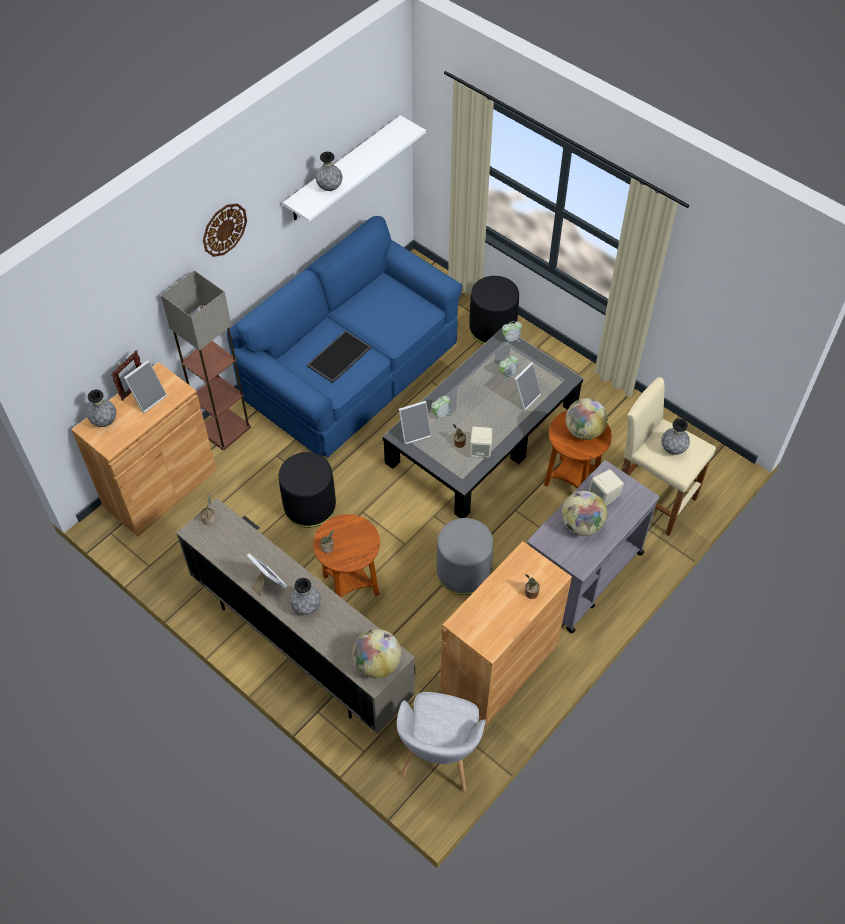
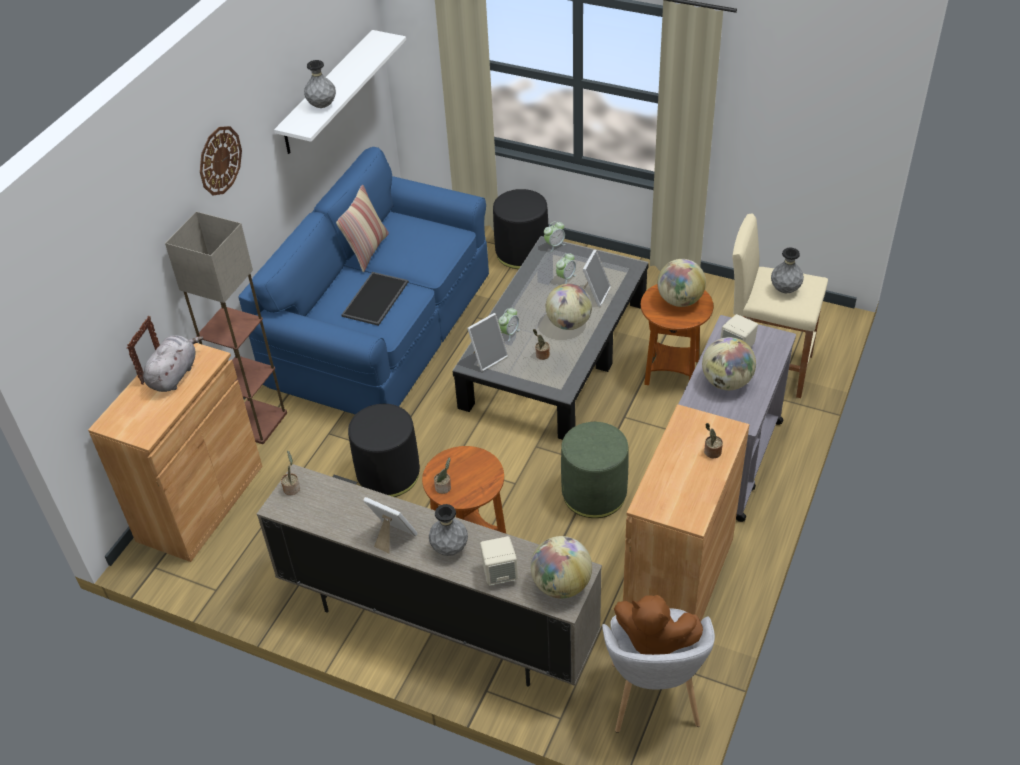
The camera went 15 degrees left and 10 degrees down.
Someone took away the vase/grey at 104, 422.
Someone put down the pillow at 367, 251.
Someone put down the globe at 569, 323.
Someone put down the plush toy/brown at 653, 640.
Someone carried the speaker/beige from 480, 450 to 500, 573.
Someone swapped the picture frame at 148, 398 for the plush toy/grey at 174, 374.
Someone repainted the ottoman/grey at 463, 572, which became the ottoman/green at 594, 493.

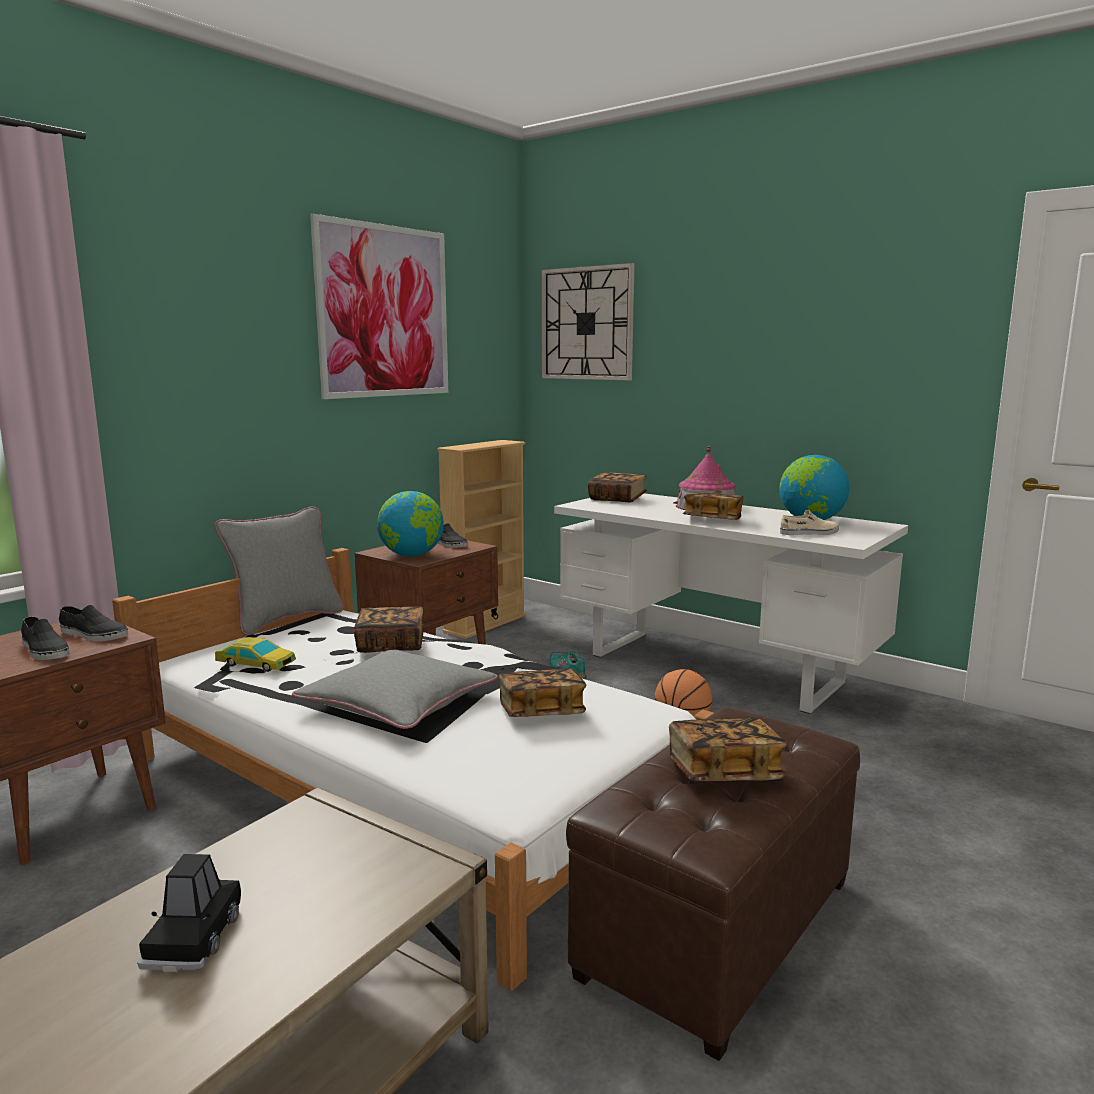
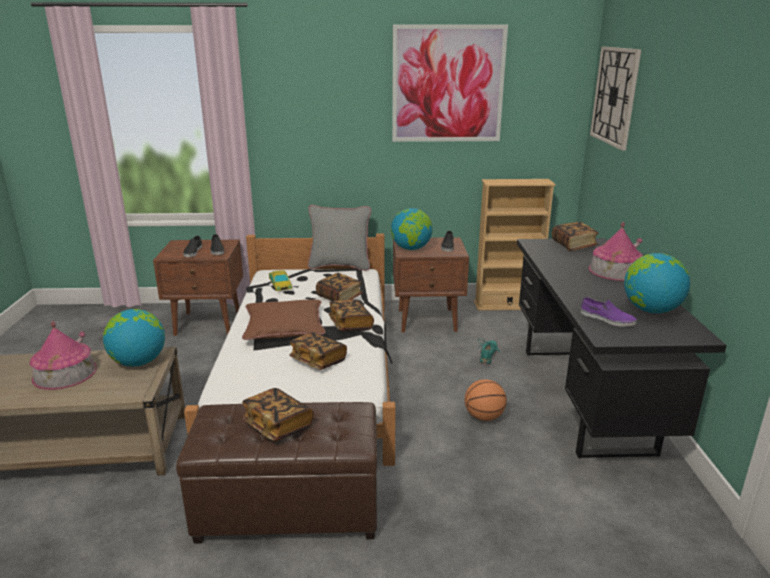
The camera went 50 degrees right and 10 degrees up.
Someone put down the globe at 139, 362.
Someone carried the book from 712, 520 to 350, 324.
Someone swapped the toy car/black at 194, 937 for the toy house at 65, 373.
Someone repainted the pillow/grey at 398, 702, which became the pillow/brown at 284, 327.
Someone repainted the desk/white at 715, 668, which became the desk/black at 585, 397.
Someone repainted the shoe/beige at 810, 533, which became the shoe/purple at 607, 319.

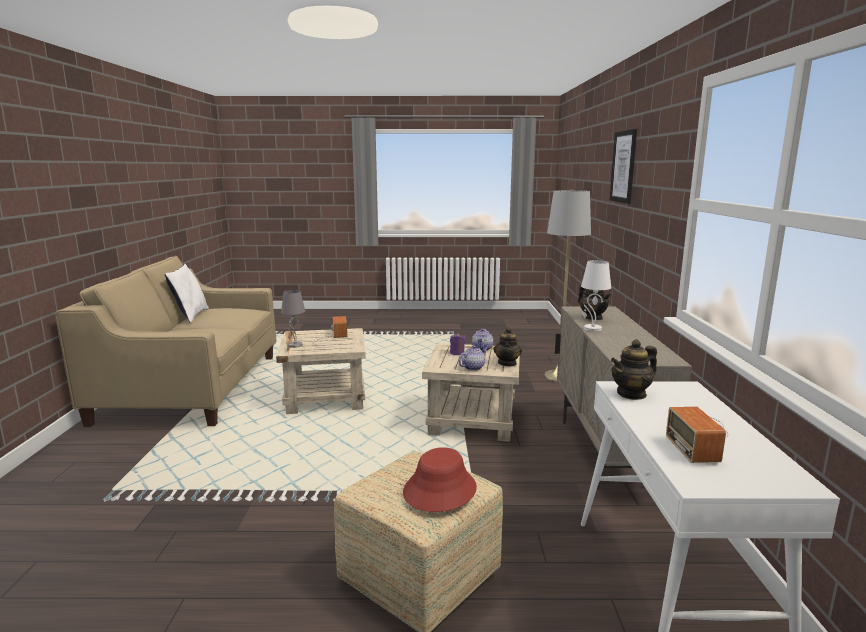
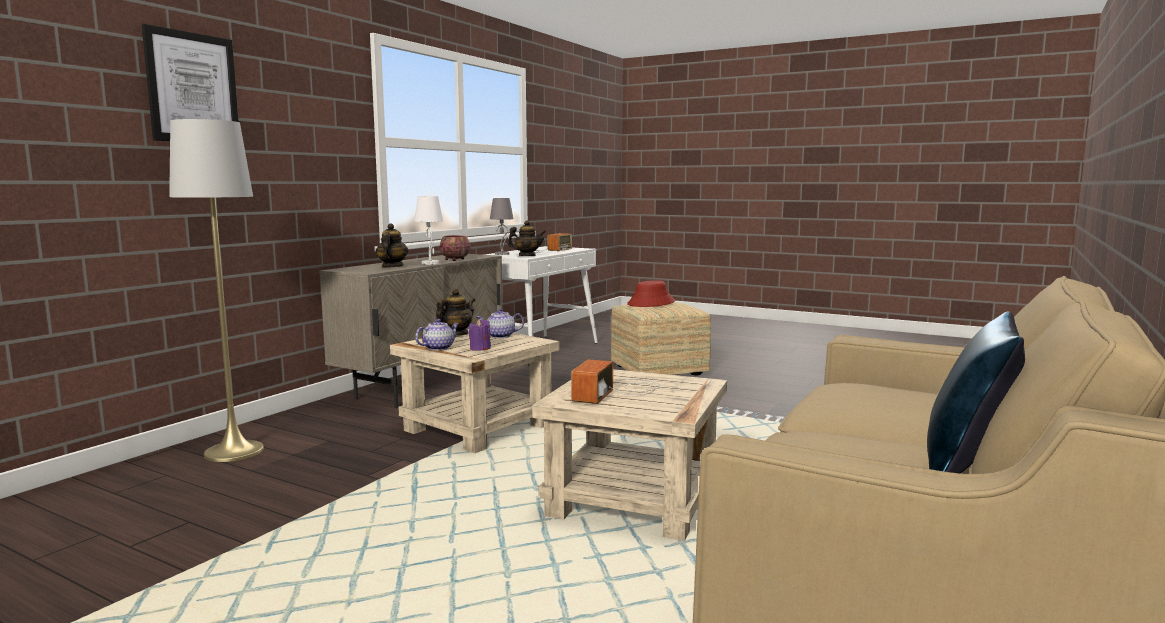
The camera went 150 degrees left and 5 degrees down.
Someone put down the bowl at 454, 260.
Someone carried the table lamp/grey from 295, 345 to 502, 254.
Someone repainted the pillow/white at 190, 316, which became the pillow/blue at 966, 473.

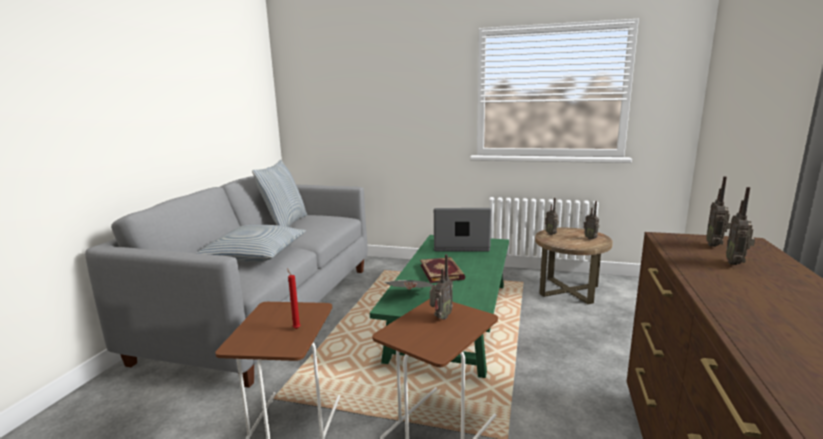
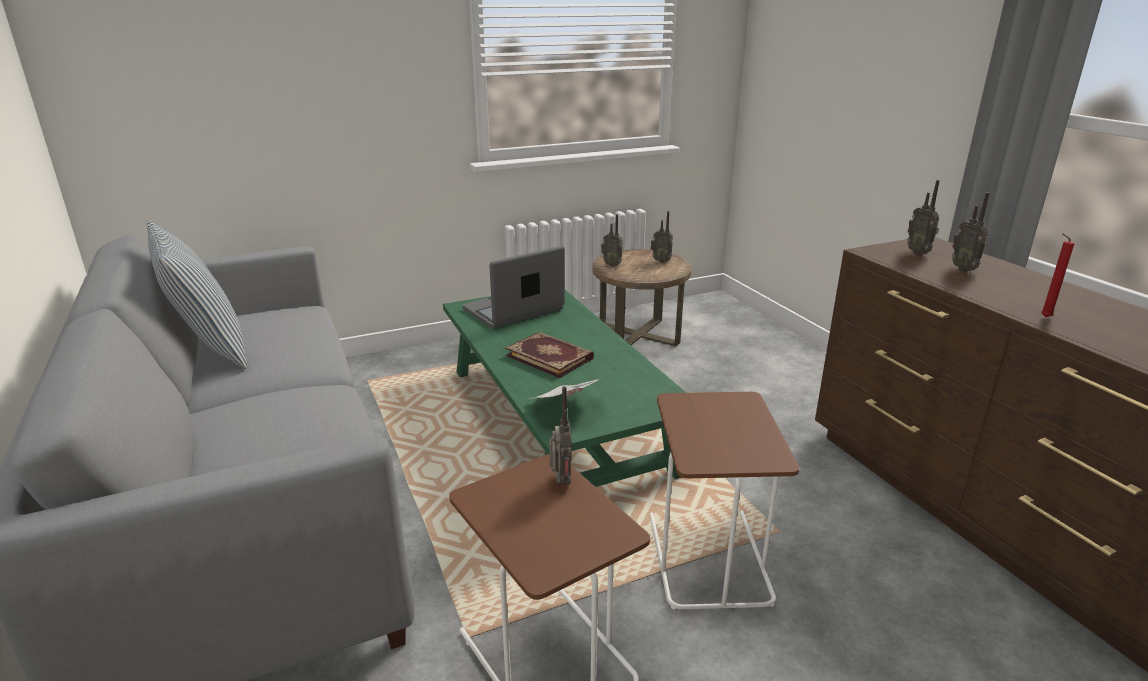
The camera went 40 degrees left and 10 degrees up.
Someone took away the pillow at 254, 254.
Someone carried the candle/red from 296, 328 to 1043, 317.
Someone carried the radio from 440, 317 to 560, 482.

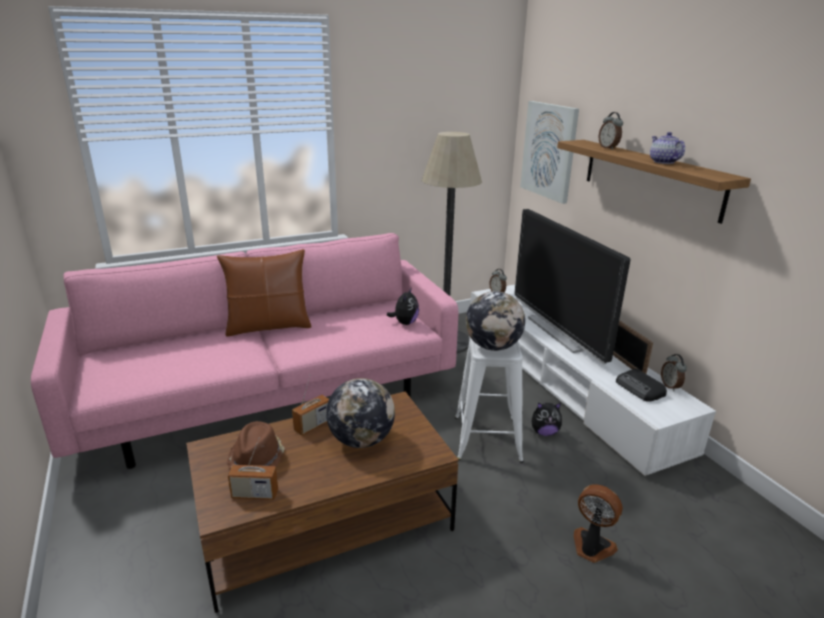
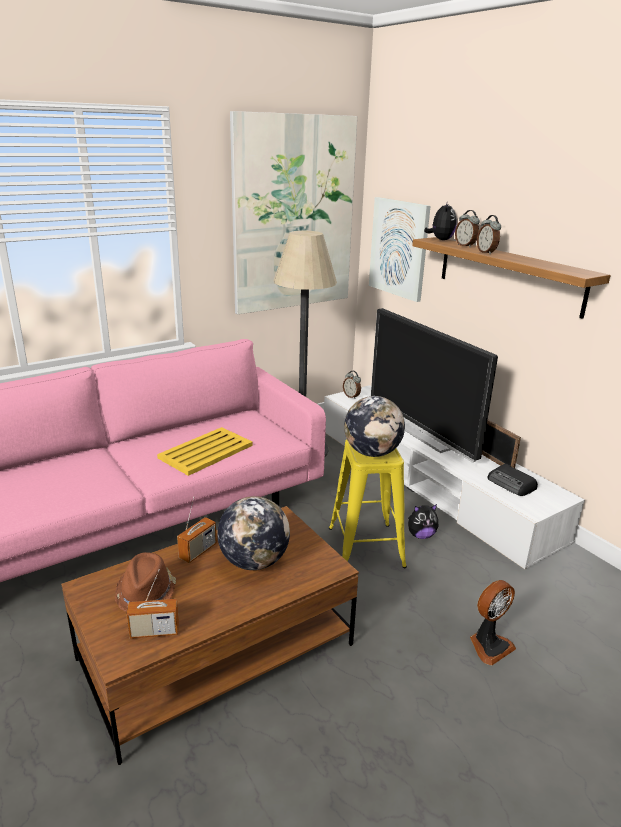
The camera went 10 degrees left and 0 degrees up.
Someone took away the pillow/brown at 269, 327.
Someone took away the teapot at 663, 162.
Someone put down the tray/yellow at 205, 452.
Someone put up the picture at 294, 215.
Someone carried the plush toy from 405, 323 to 440, 240.
Someone carried the alarm clock from 670, 386 to 486, 252.
Someone repainted the stool/white at 487, 438, which became the stool/yellow at 366, 547.
Someone rotated the fan at 591, 547 by 120 degrees clockwise.

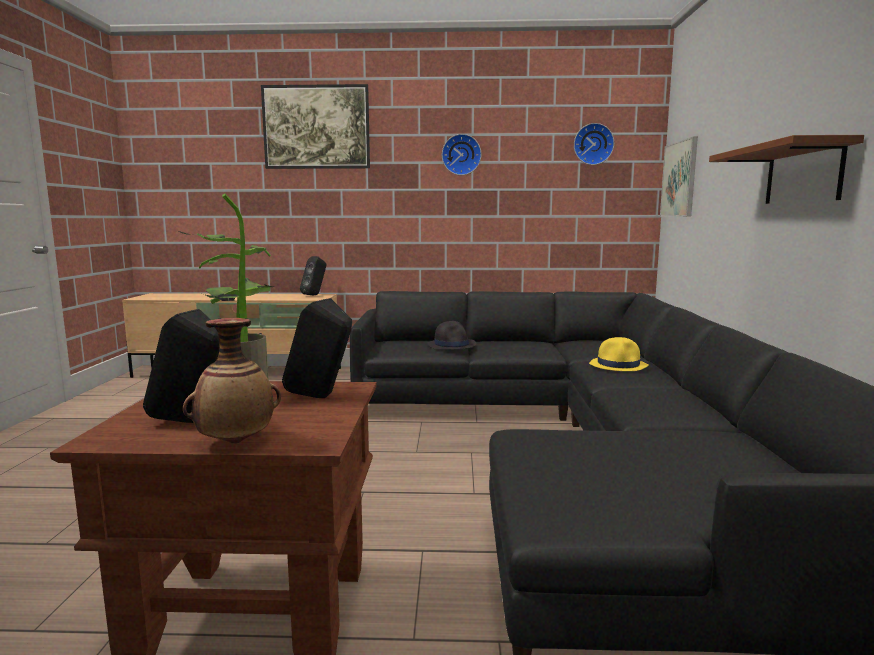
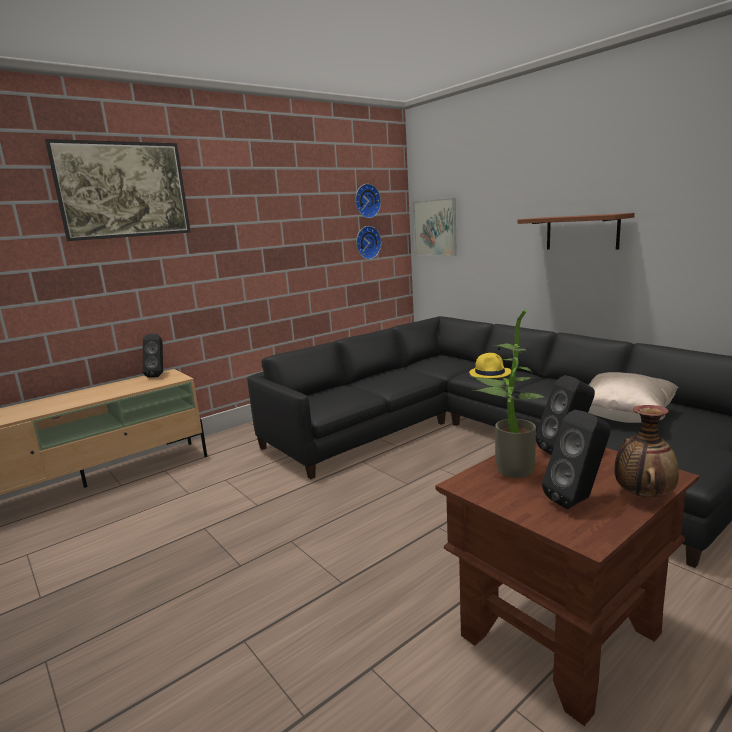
The camera went 40 degrees left and 5 degrees up.
Someone took away the hat/black at 452, 345.
Someone put down the pillow/beige at 624, 417.
Someone carried the wall clock from 461, 155 to 367, 242.

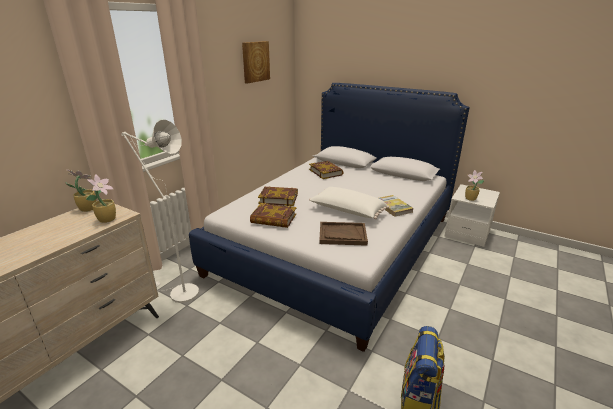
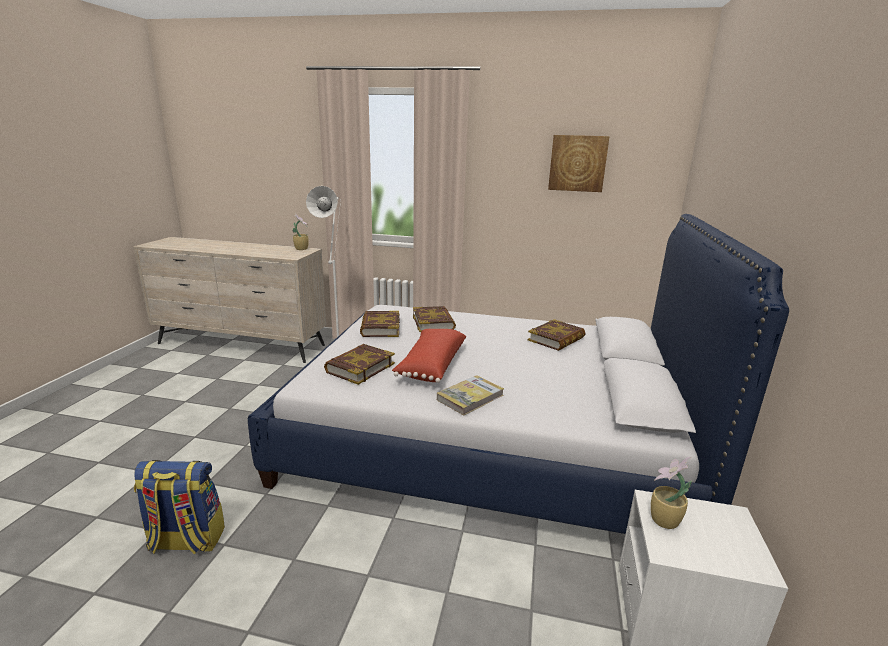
The camera went 70 degrees right and 5 degrees down.
Someone took away the potted plant at 108, 219.
Someone swapped the tray/brown at 342, 235 for the book at 360, 368.
Someone repainted the pillow/white at 347, 211, which became the pillow/red at 430, 365.

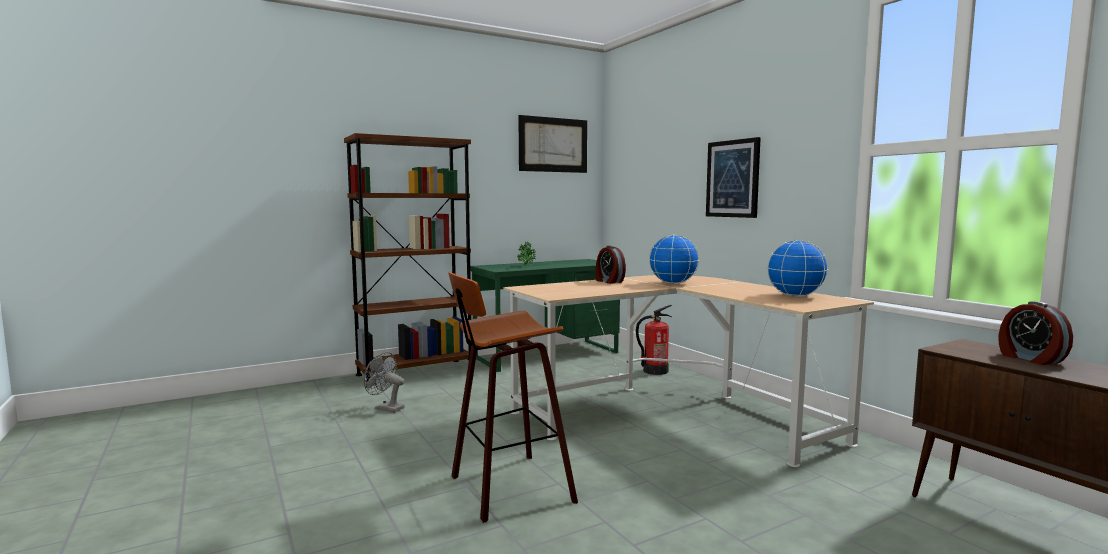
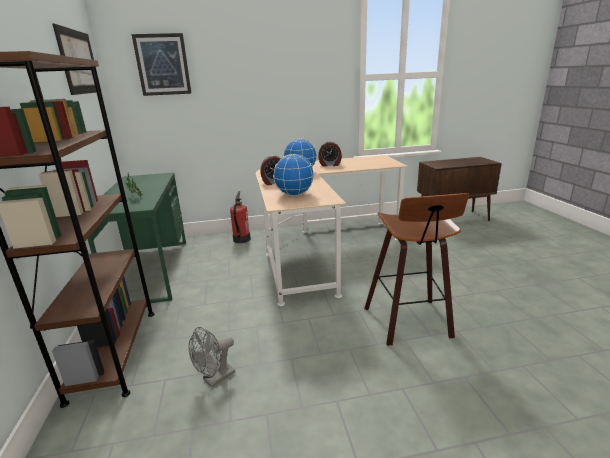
The camera went 70 degrees left and 15 degrees up.
Someone carried the picture from 732, 179 to 162, 65.
Someone carried the globe from 795, 296 to 294, 194.
Someone carried the alarm clock from 1030, 359 to 330, 165.

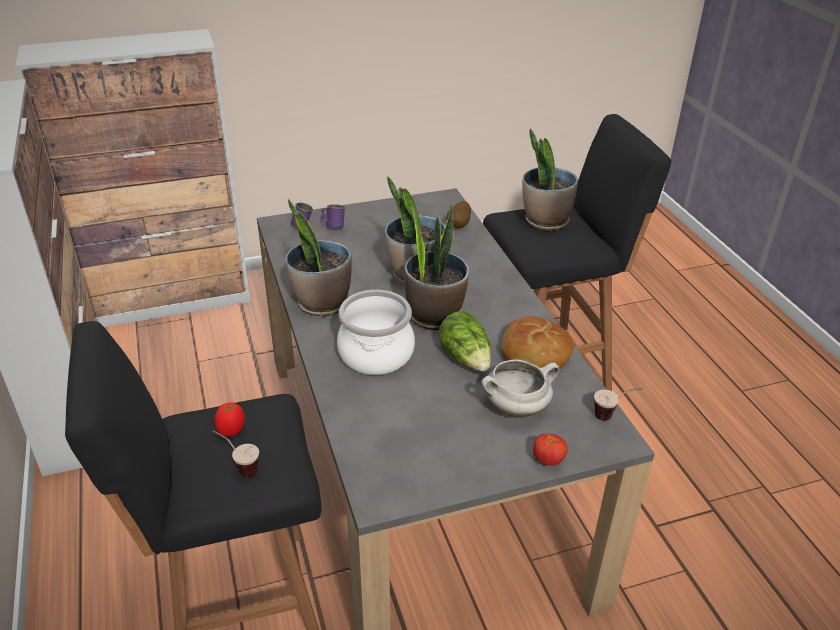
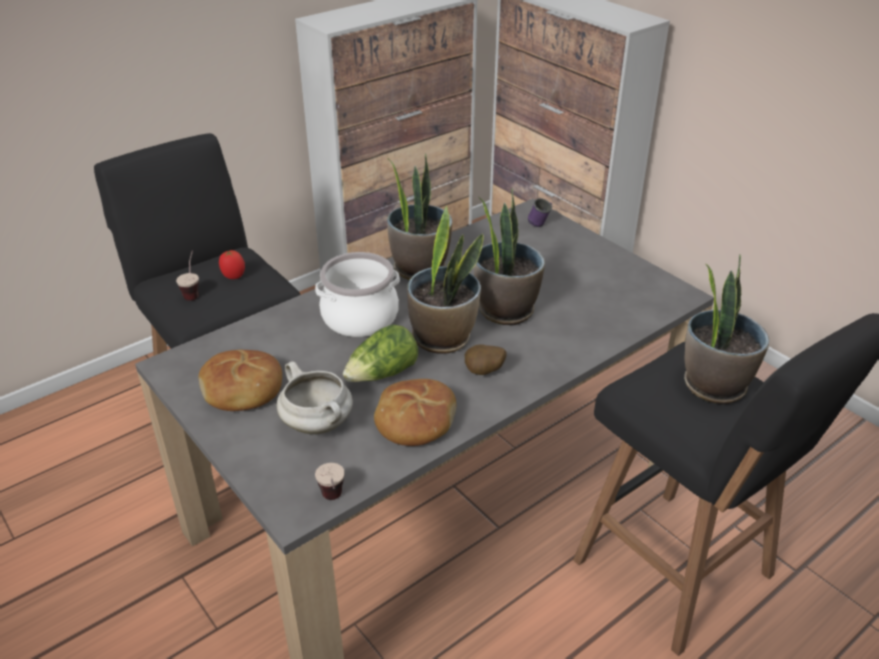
The camera went 70 degrees right and 0 degrees up.
Someone took away the mug/purple at 333, 226.
Someone took away the tomato at 548, 460.
Someone put down the bread at 242, 390.
Someone carried the potato from 459, 225 to 484, 372.

